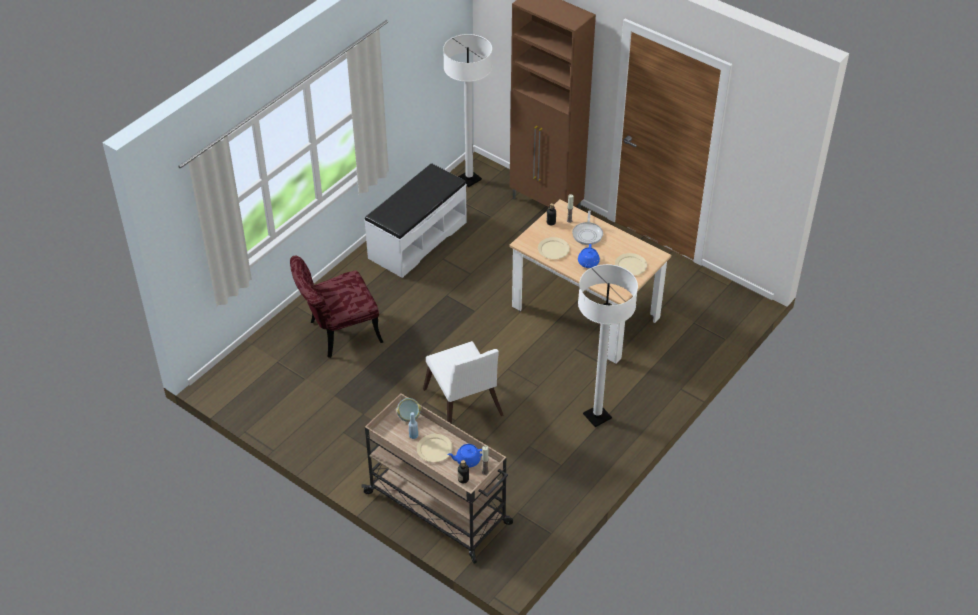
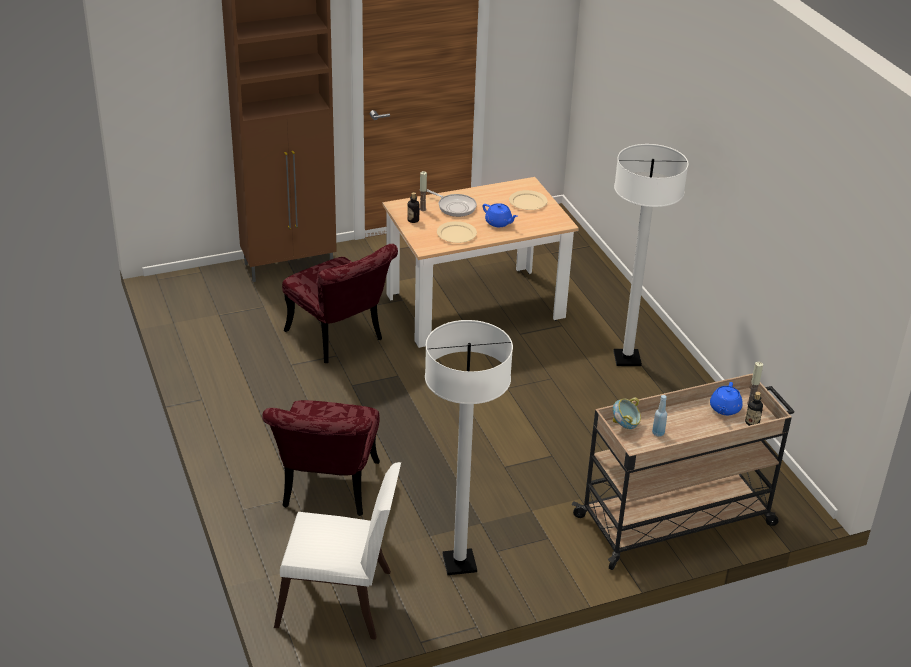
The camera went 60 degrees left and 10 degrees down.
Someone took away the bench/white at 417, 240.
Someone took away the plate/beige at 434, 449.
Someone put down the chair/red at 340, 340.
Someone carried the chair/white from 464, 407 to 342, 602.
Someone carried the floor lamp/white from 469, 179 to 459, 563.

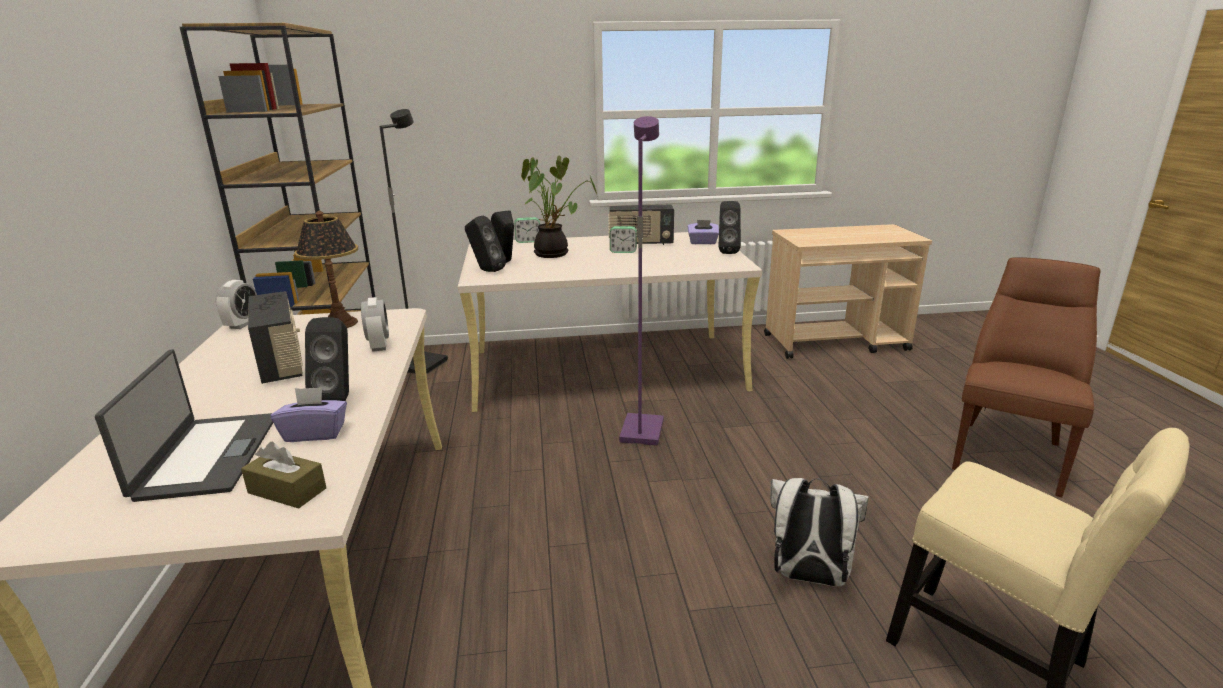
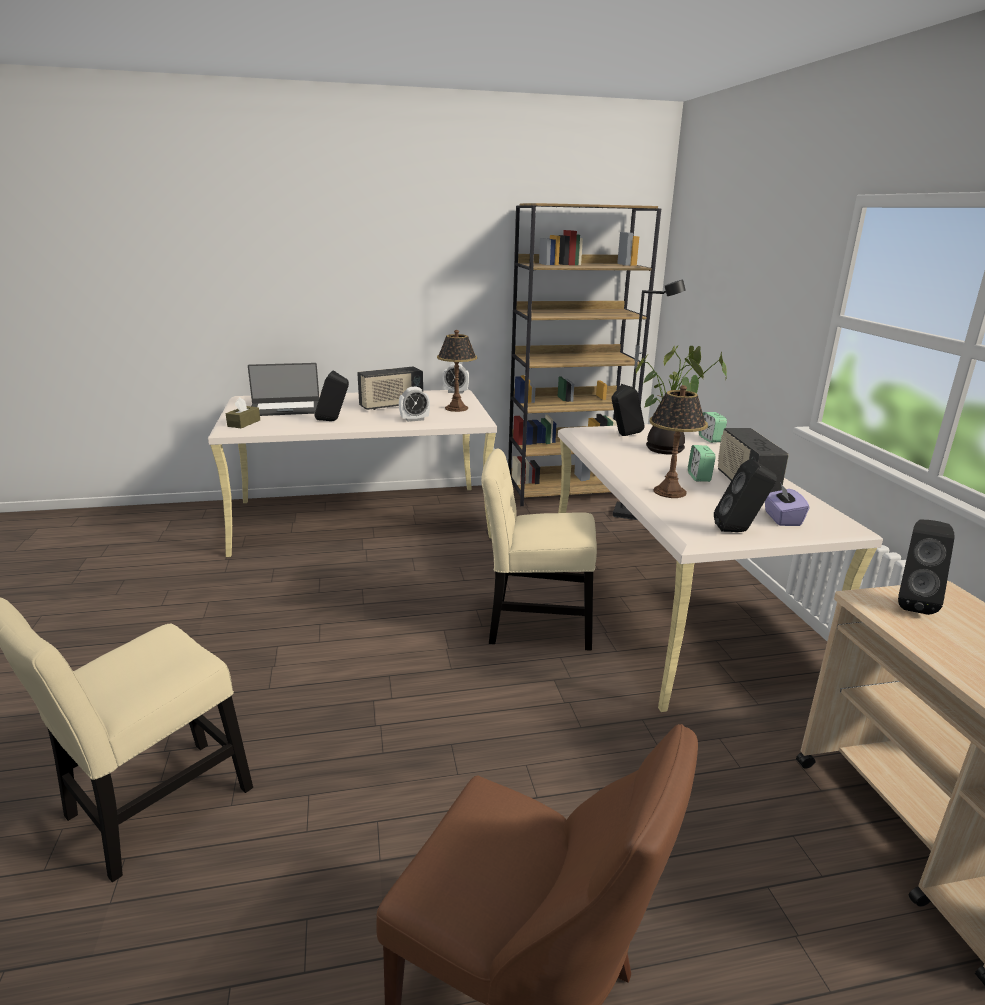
The camera went 85 degrees right and 0 degrees up.
Someone took away the tissue box/purple at 315, 433.
Someone took away the backpack/white at 808, 577.
Someone put down the table lamp at 669, 491.
Someone carried the speaker/black from 486, 271 to 911, 603.
Someone swapped the floor lamp/purple at 640, 431 for the chair/beige at 534, 626.

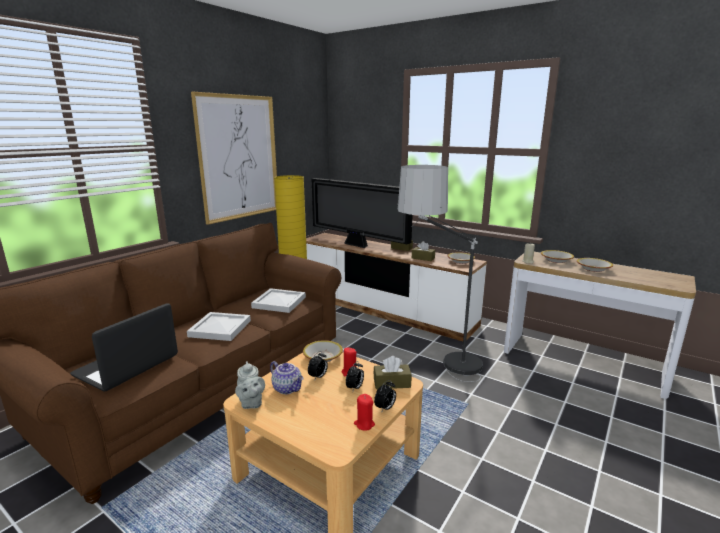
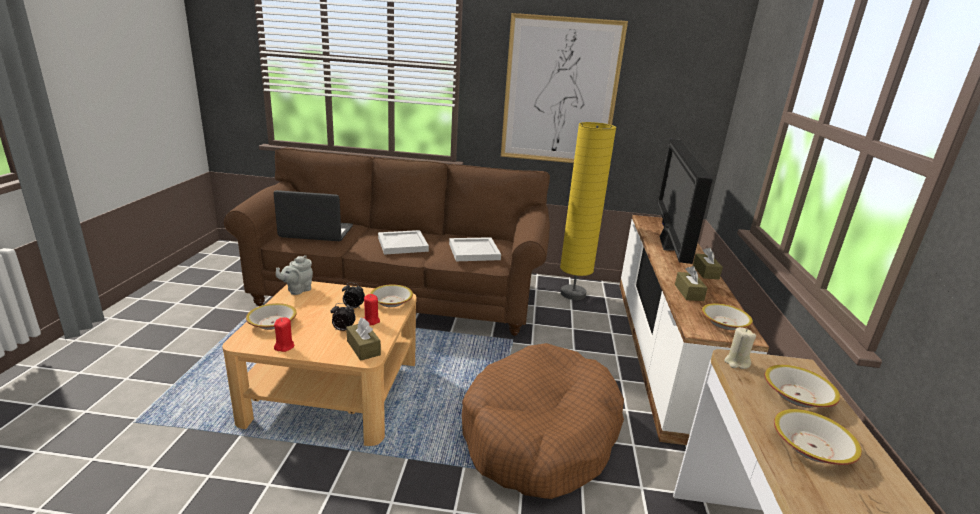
The camera went 60 degrees right and 5 degrees up.
Someone took away the teapot at 288, 388.
Someone took away the alarm clock at 385, 408.
Someone put down the bowl at 272, 323.
Someone swapped the floor lamp at 441, 377 for the dog bed/brown at 540, 434.

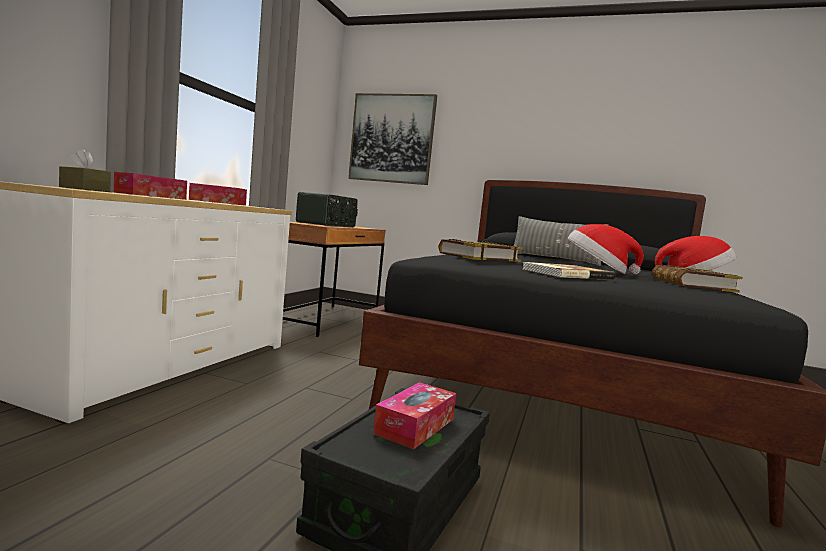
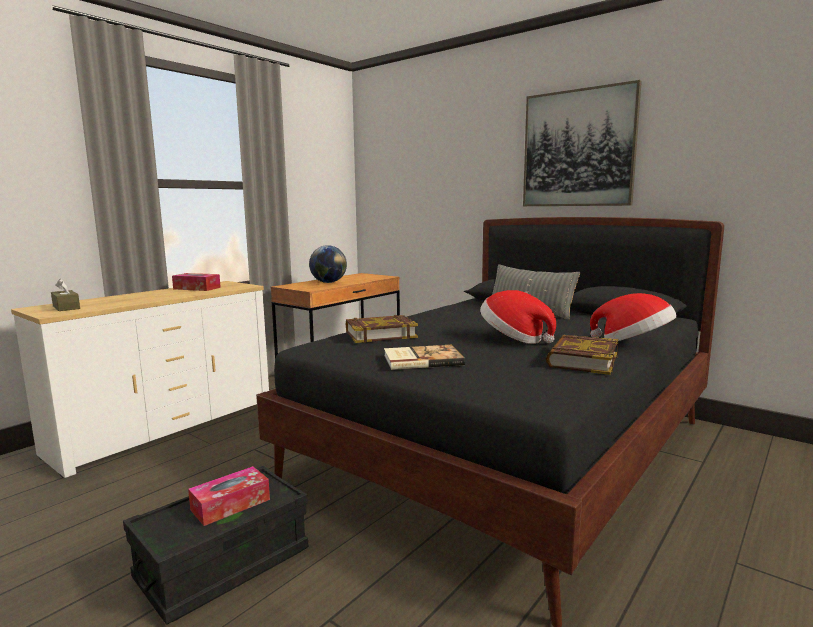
The camera went 20 degrees right and 5 degrees up.
Someone took away the tissue box at 151, 196.
Someone carried the picture from 392, 139 to 578, 149.
Someone swapped the radio at 327, 225 for the globe at 328, 282.

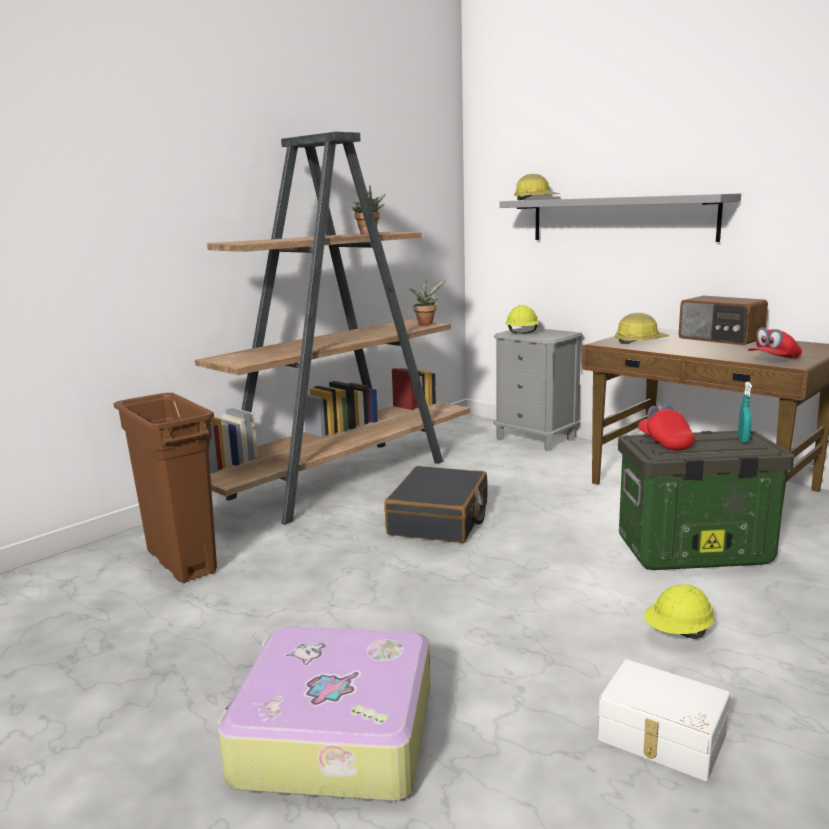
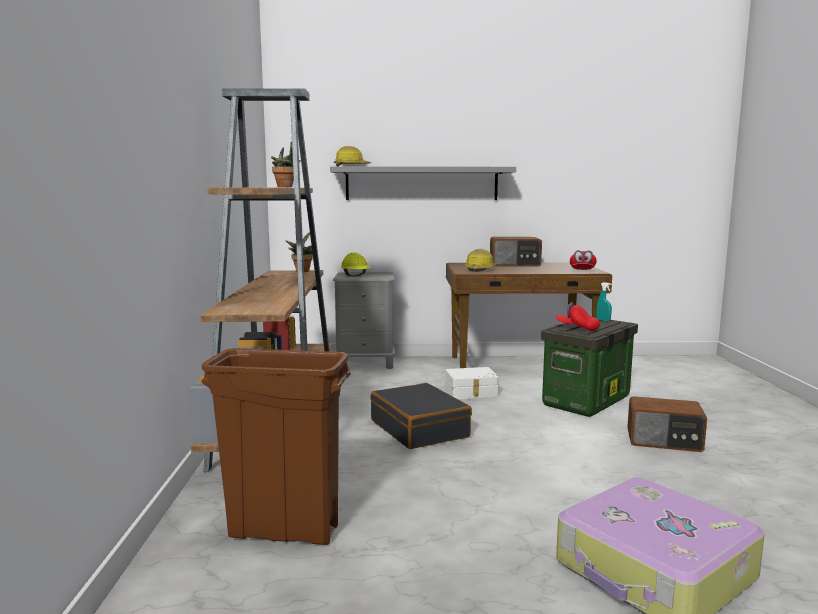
The camera went 45 degrees left and 5 degrees down.
Someone carried the storage box/white from 661, 738 to 471, 393.
Someone swapped the hard hat/yellow at 678, 633 for the radio at 664, 441.

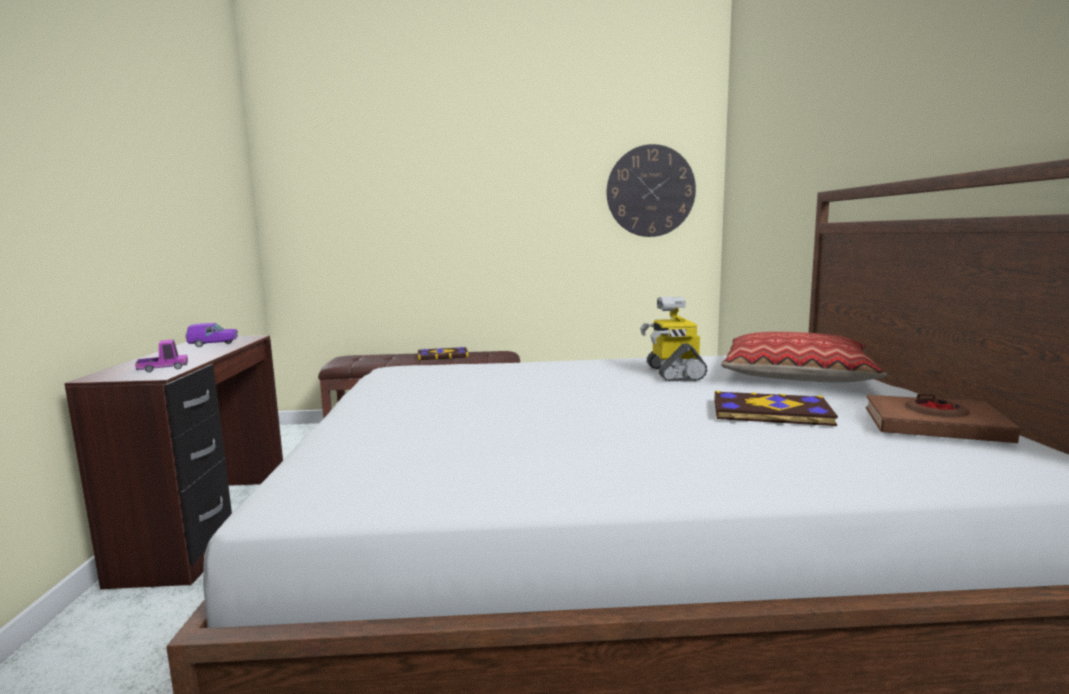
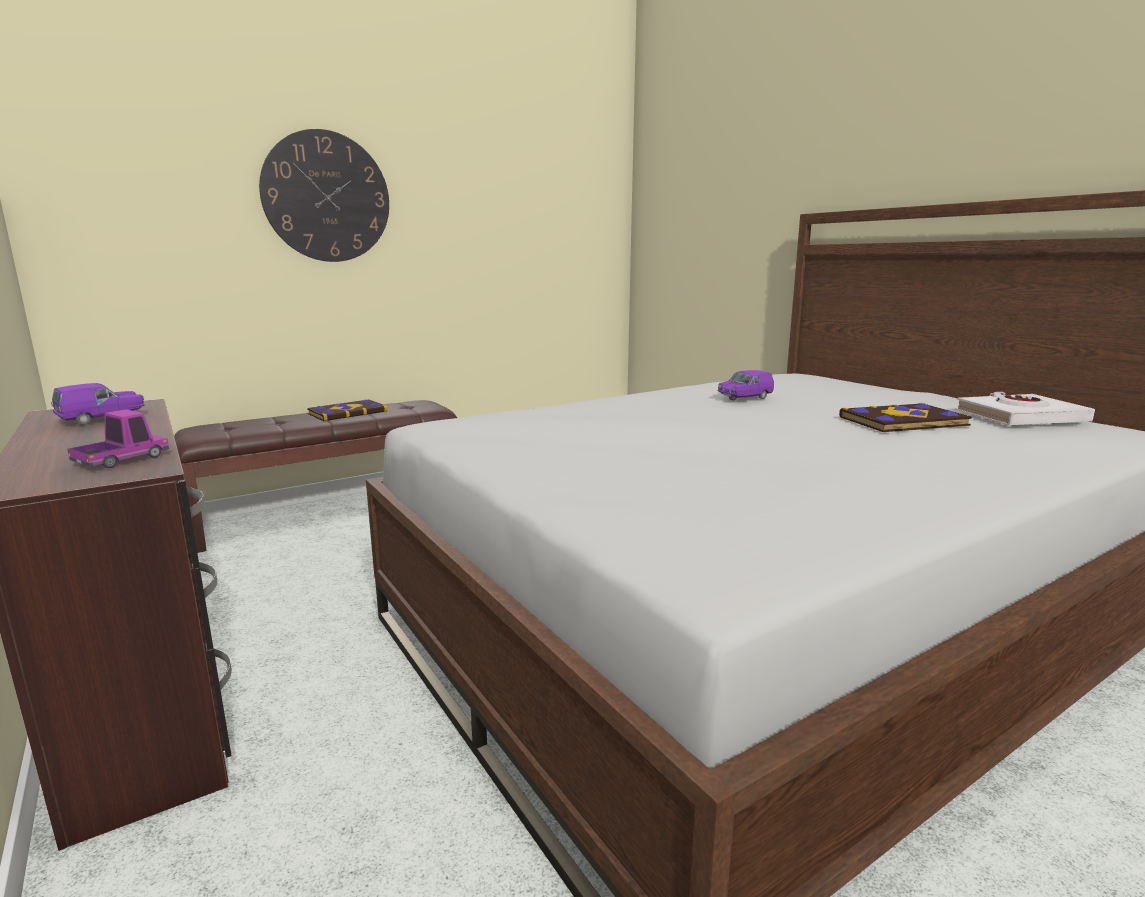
The camera went 30 degrees left and 5 degrees up.
Someone took away the pillow at 797, 375.
Someone carried the wall clock from 650, 191 to 327, 197.
Someone swapped the toy robot at 673, 373 for the toy car/purple at 744, 398.
Someone repainted the book/brown at 933, 427, which became the book/white at 1020, 418.

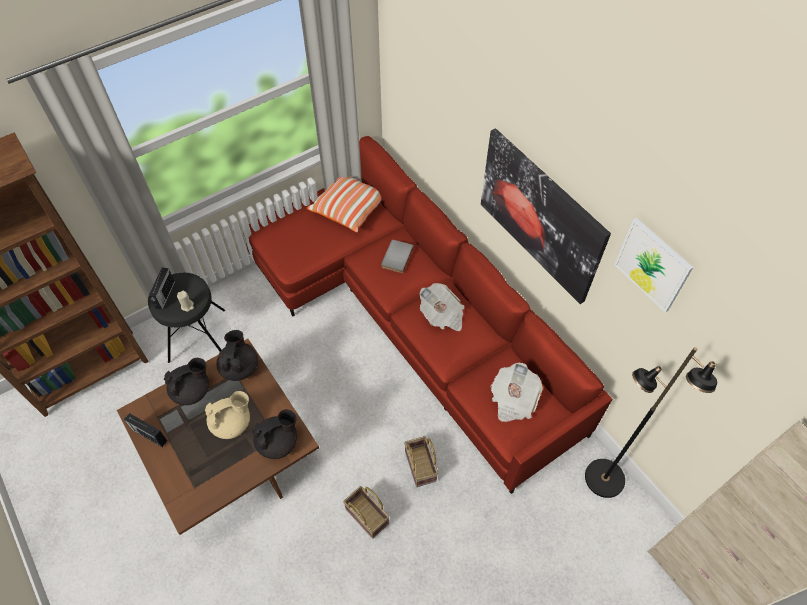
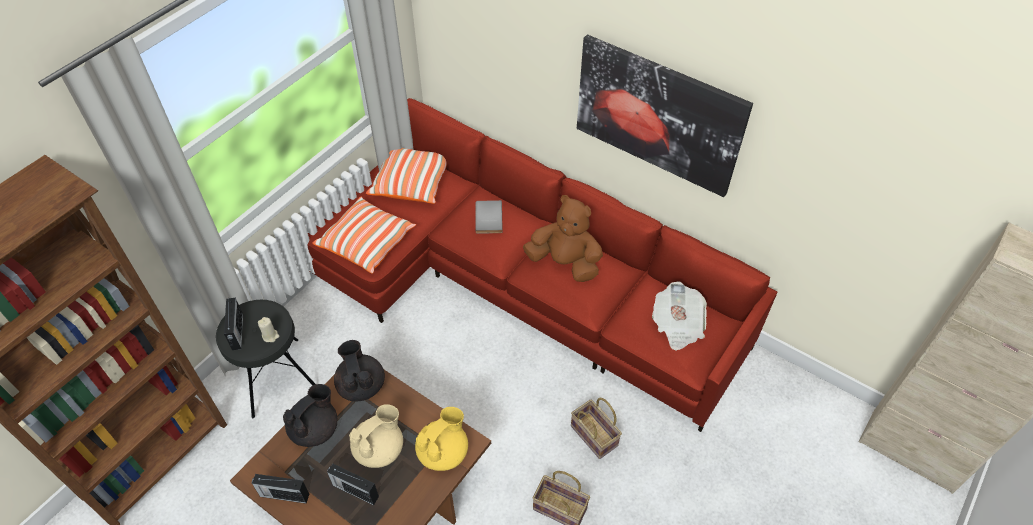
The camera went 20 degrees left and 5 degrees down.
Someone took away the floor lamp/black at 604, 479.
Someone took away the picture at 652, 265.
Someone put down the pillow at 367, 243.
Someone put down the radio at 355, 490.
Someone swapped the newspaper at 442, 315 for the plush toy/brown at 565, 263.
Someone repainted the teapot/black at 278, 442, which became the teapot/yellow at 443, 452.

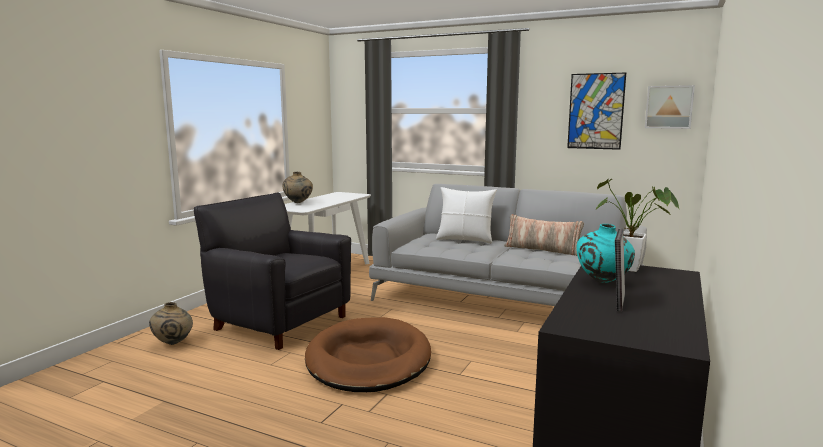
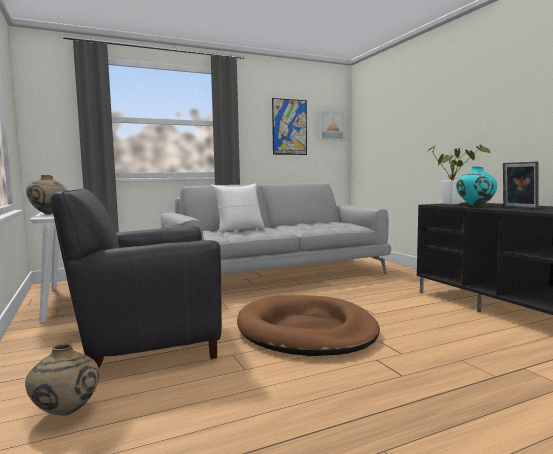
The camera went 50 degrees left and 5 degrees down.
Someone took away the pillow at 542, 250.

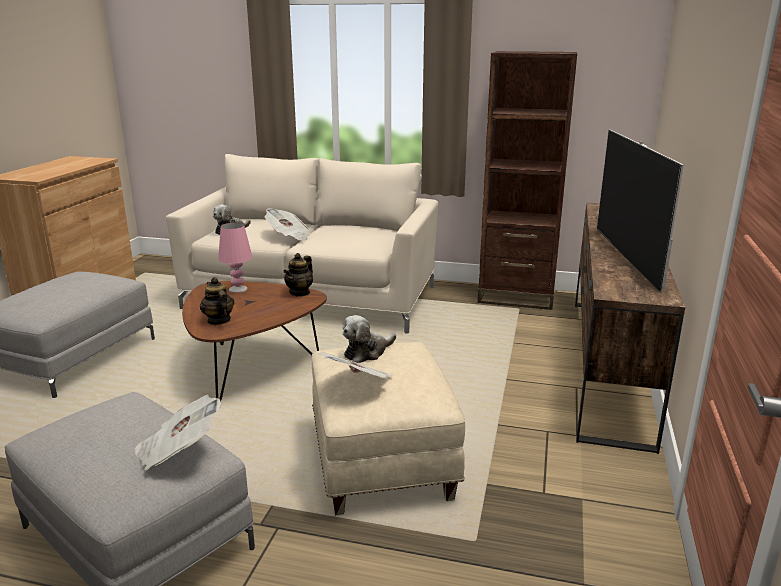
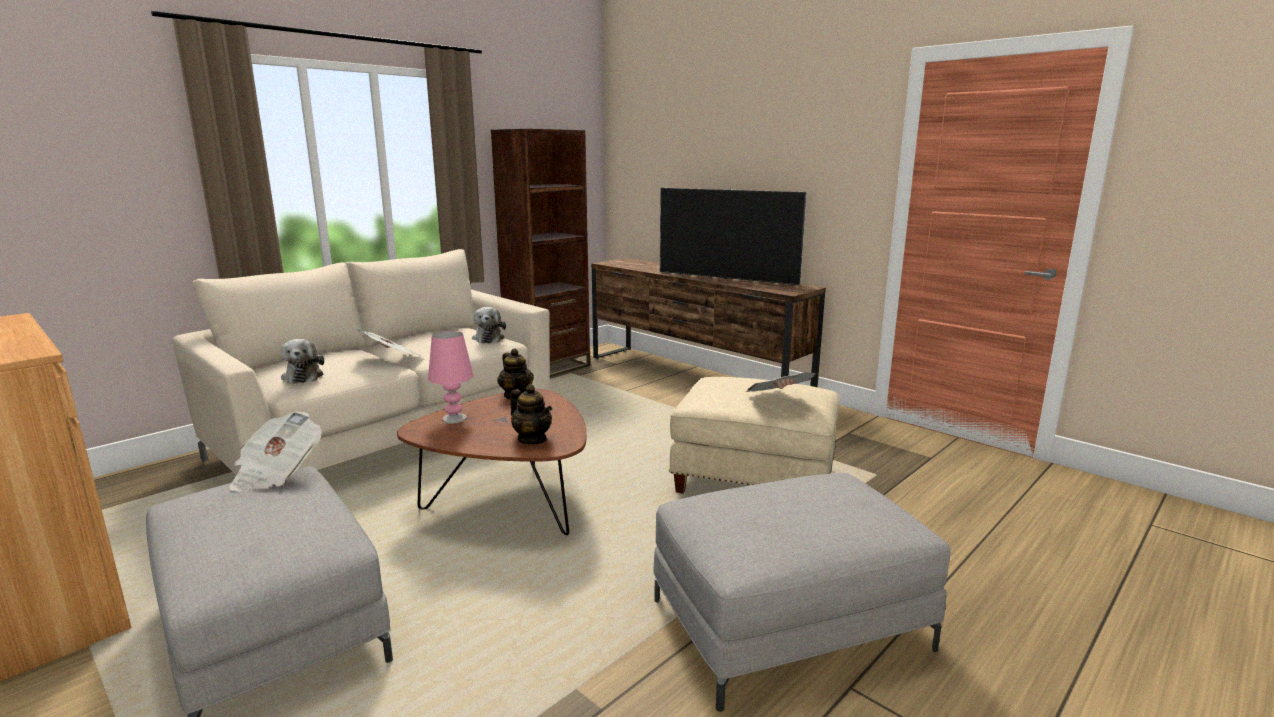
The camera went 60 degrees left and 5 degrees down.
Someone carried the newspaper from 178, 451 to 277, 473.
Someone carried the plush toy from 367, 352 to 488, 338.
Someone rotated the teapot at 218, 320 by 135 degrees counterclockwise.

